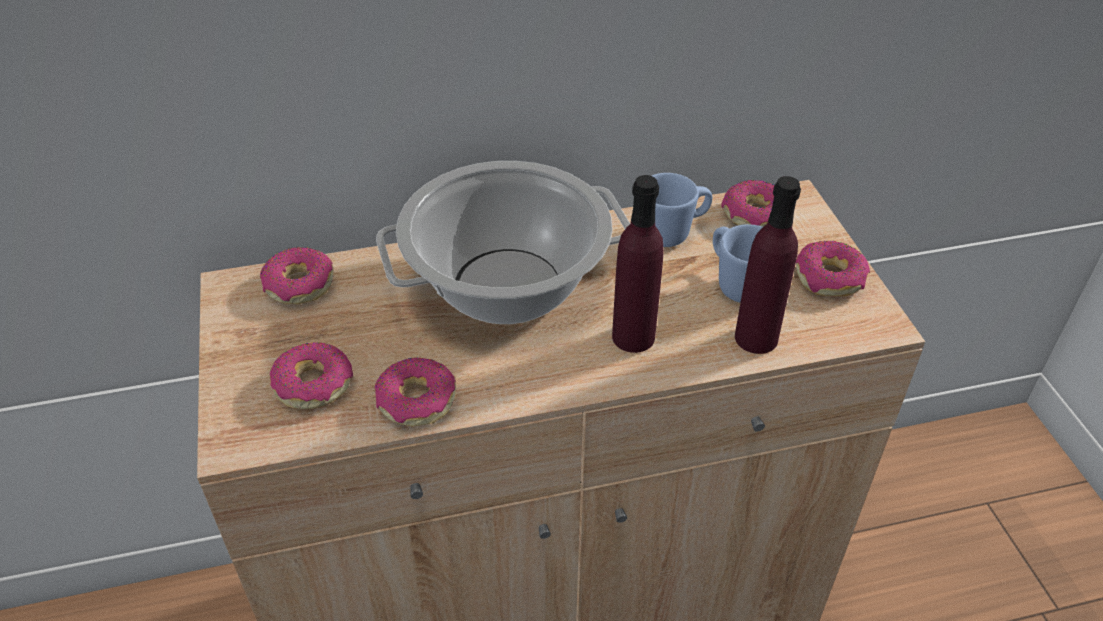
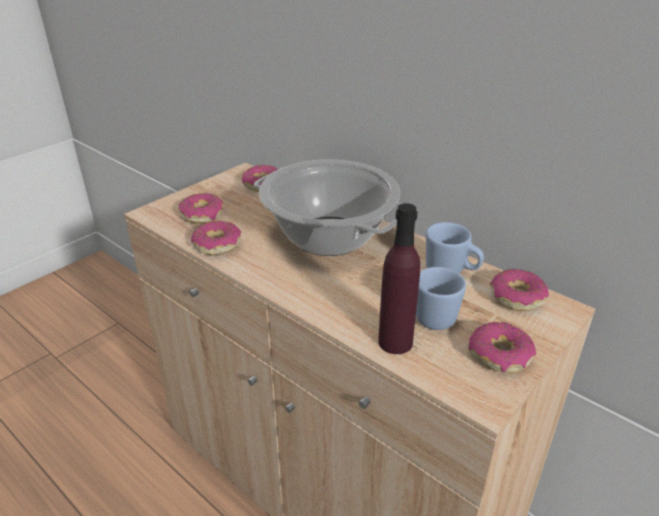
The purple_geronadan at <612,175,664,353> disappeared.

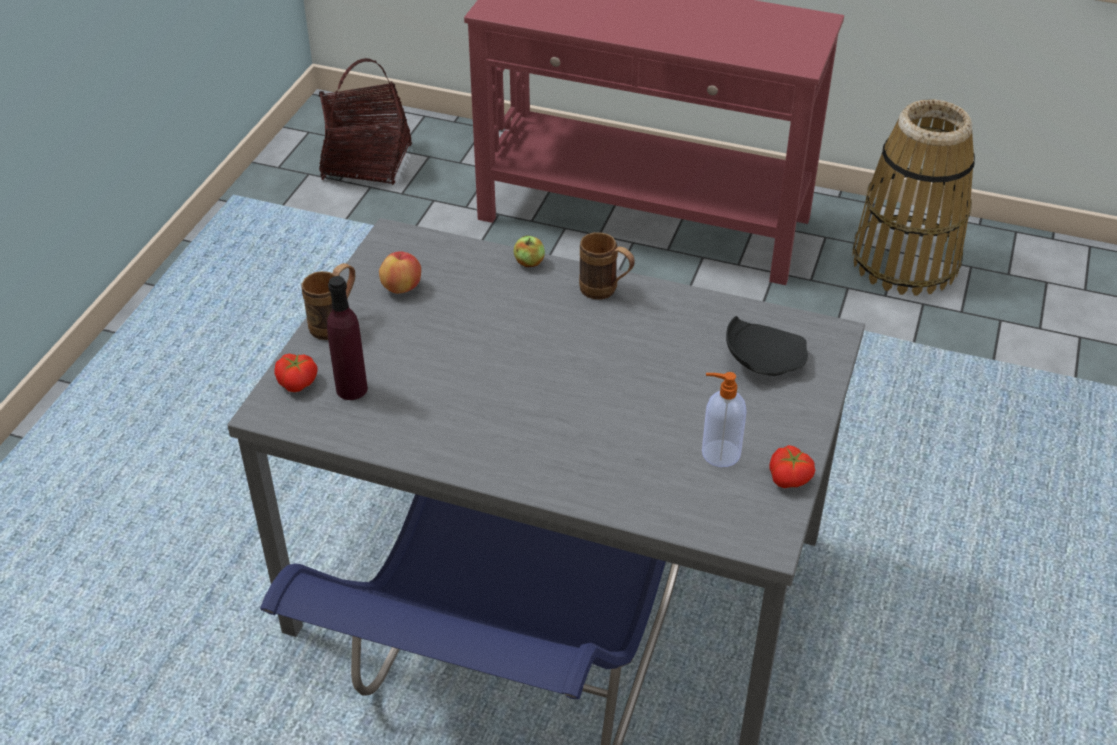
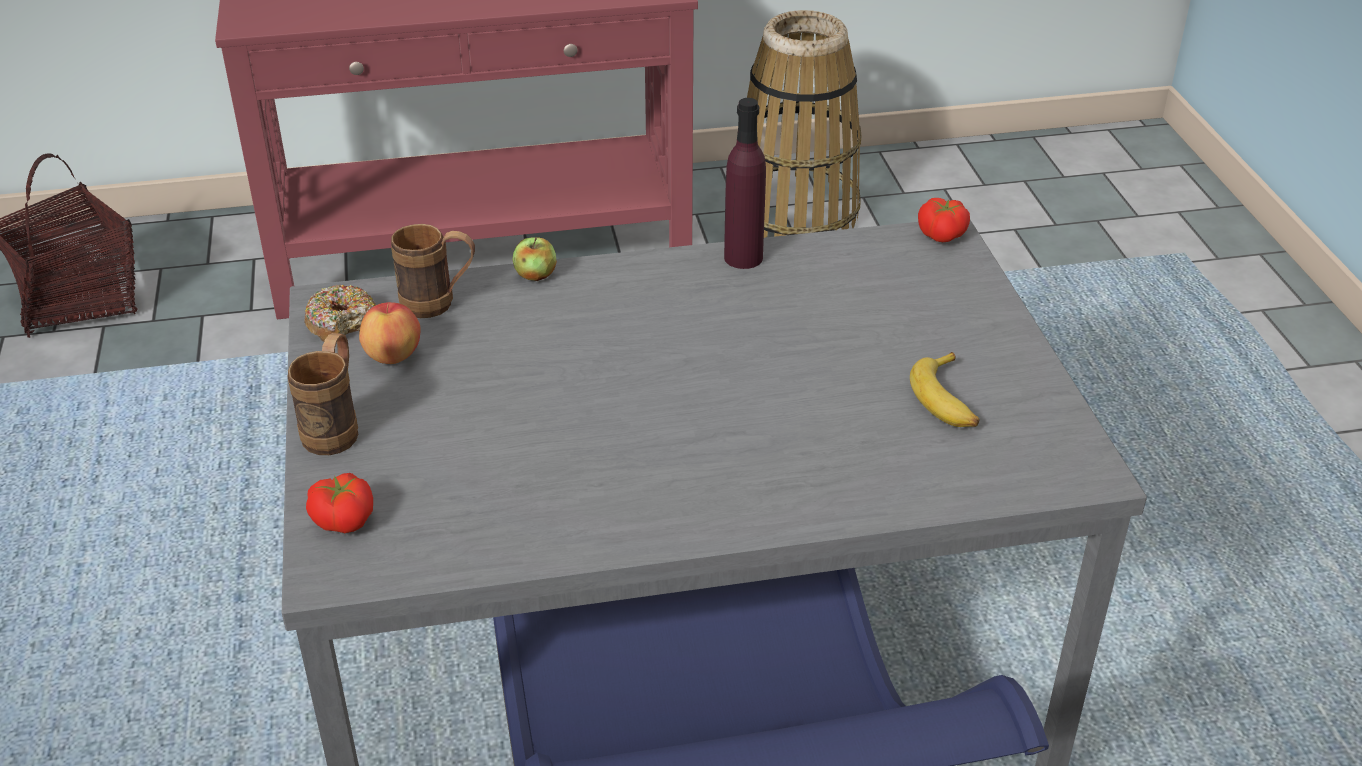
The purple_geronadan moved from <327,276,368,400> to <724,98,766,269>. The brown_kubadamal moved from <579,232,635,299> to <391,224,475,318>. The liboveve at <702,372,747,467> was replaced by the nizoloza at <910,352,979,427>. The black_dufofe at <726,316,808,376> disappeared. The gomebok moved from <769,445,815,488> to <918,198,970,242>. The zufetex at <304,285,376,342> appeared.

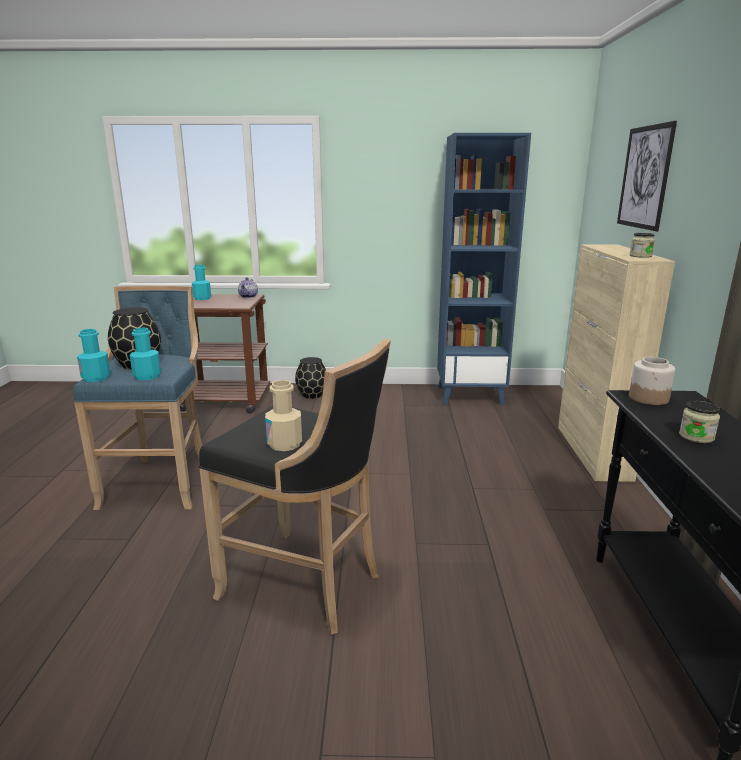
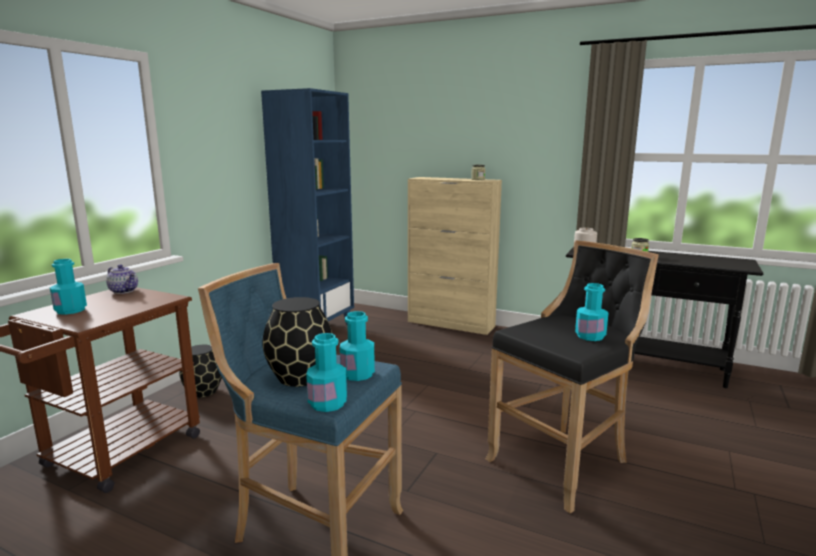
The beige_geronadan at <265,380,302,451> became the turquoise_geronadan at <575,283,609,341>. The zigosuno at <617,121,677,231> disappeared.

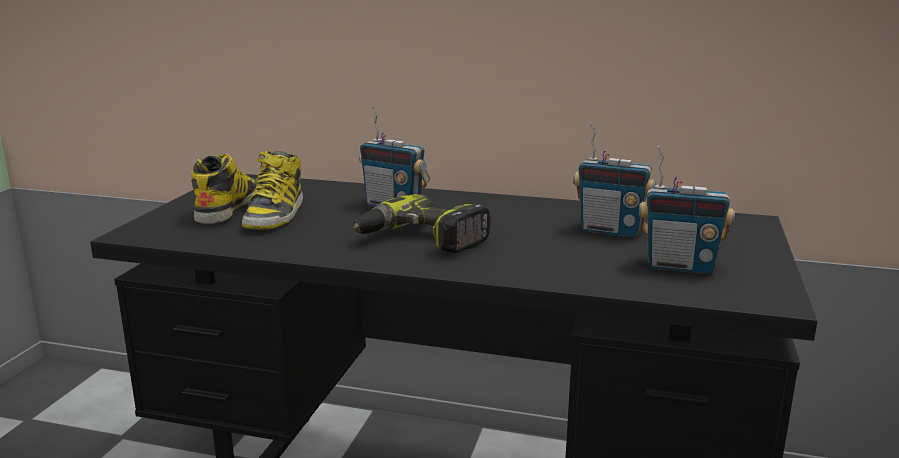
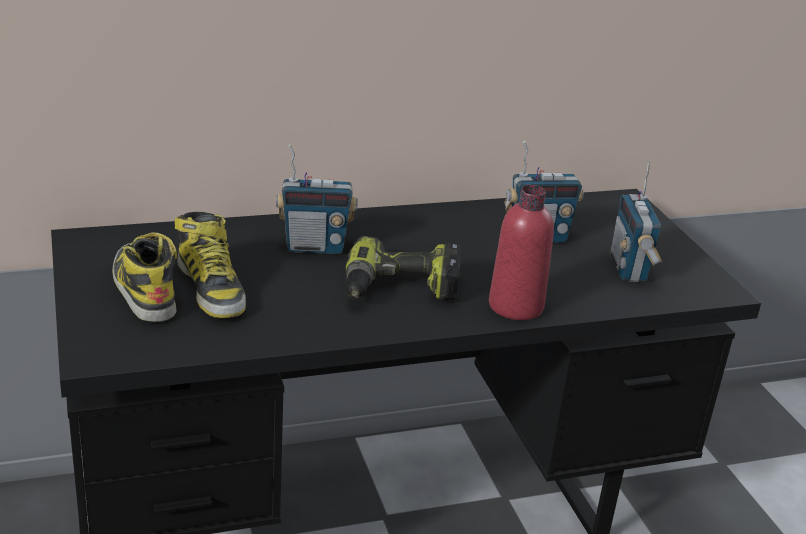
The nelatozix at <639,146,735,274> turned 105 degrees clockwise. The red_geronadan at <489,185,554,320> appeared.

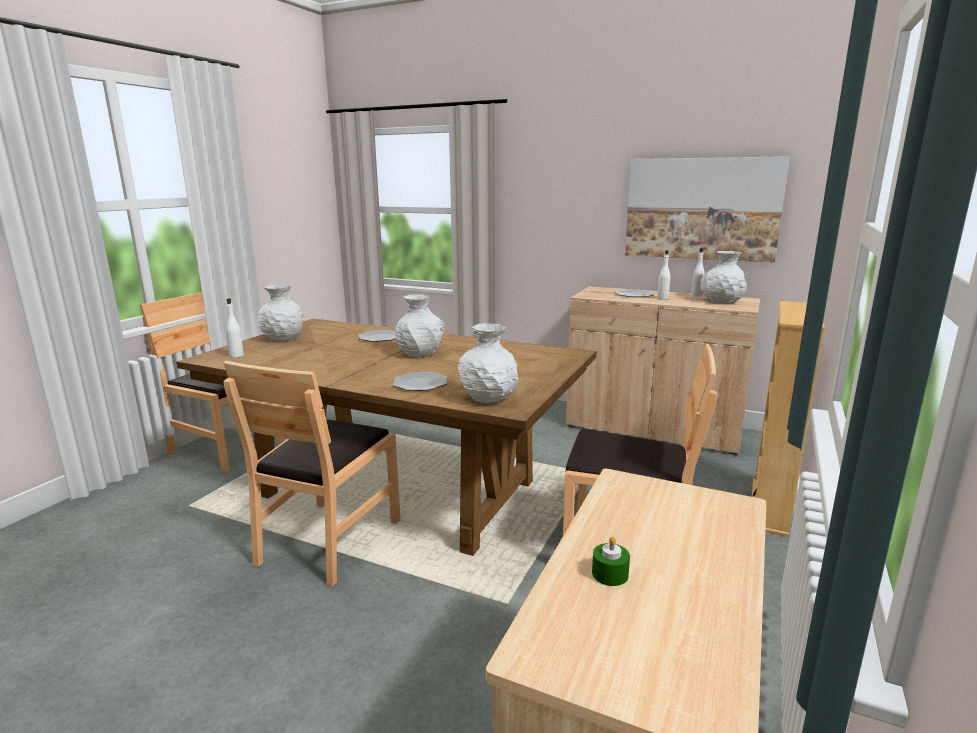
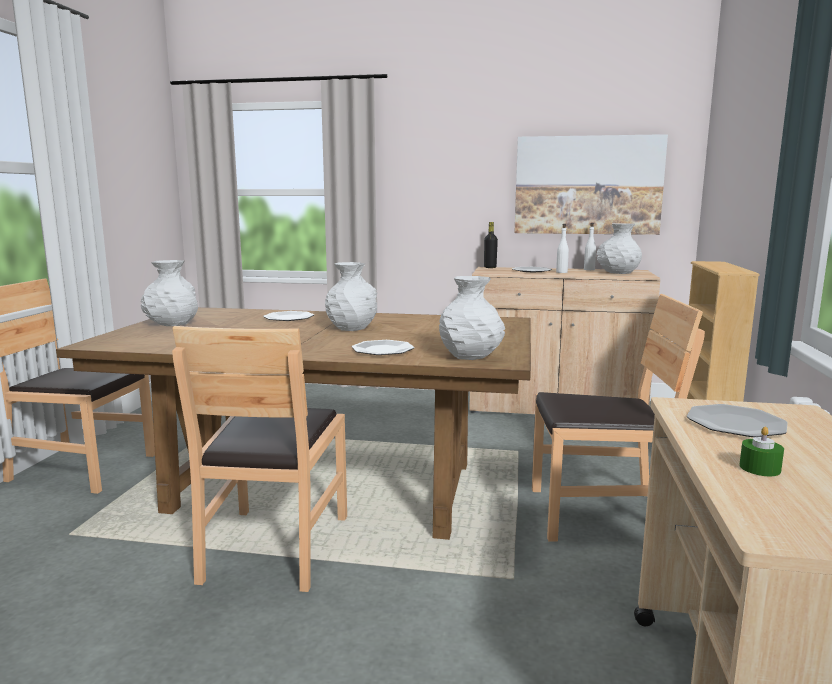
The white_geronadan at <226,298,244,358> disappeared. The black_geronadan at <484,222,498,268> appeared. The dufofe at <687,404,788,437> appeared.

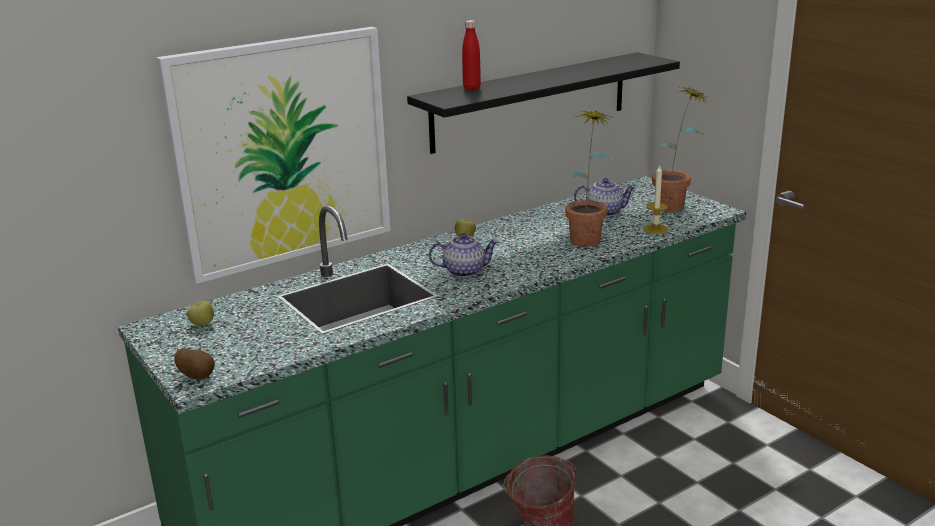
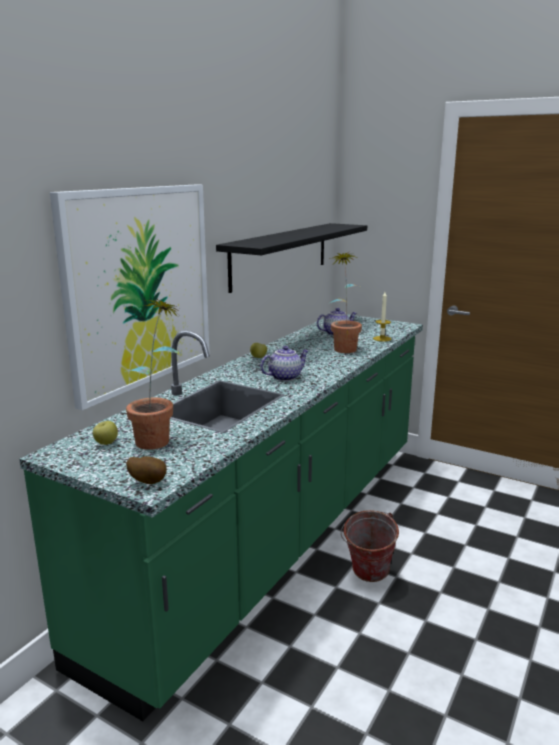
The red_geronadan at <462,20,481,90> disappeared. The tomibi moved from <652,87,709,212> to <126,299,182,450>.

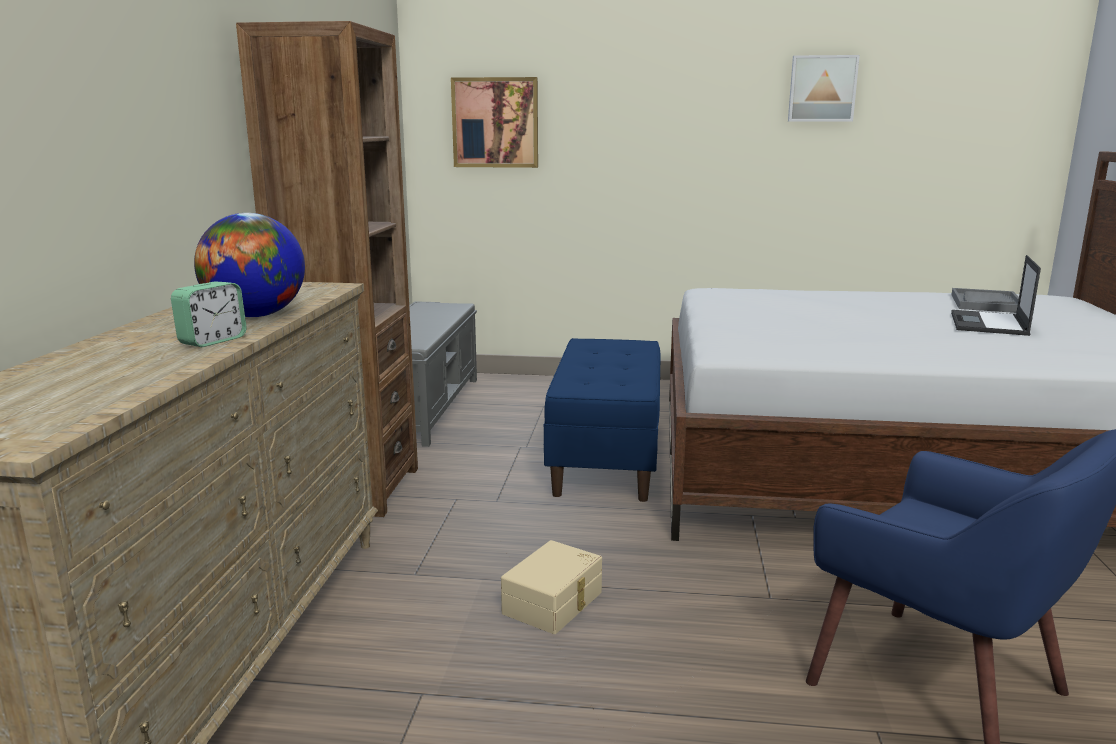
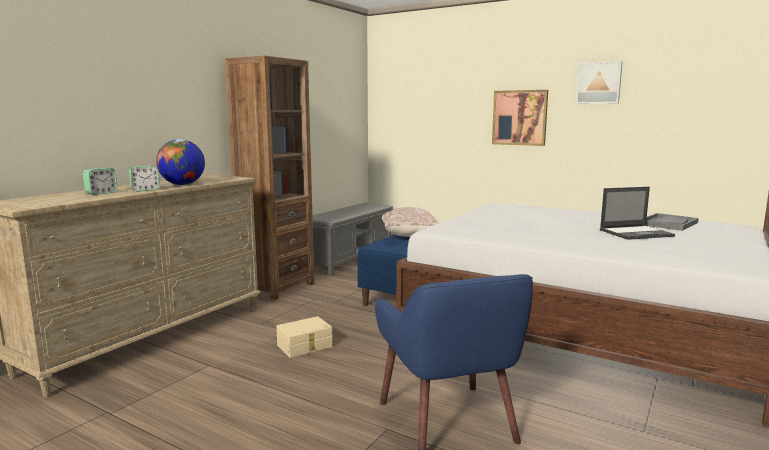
The zigosuno moved from <451,77,538,168> to <492,90,548,146>. The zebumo at <951,255,1041,336> turned 150 degrees counterclockwise. The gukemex at <83,168,117,195> appeared. The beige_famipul at <382,207,439,237> appeared.

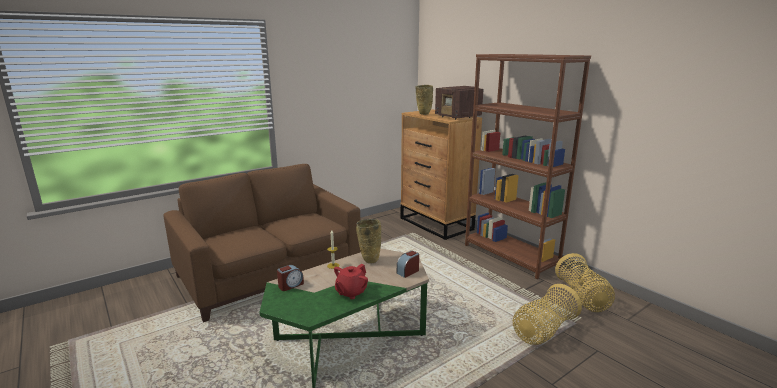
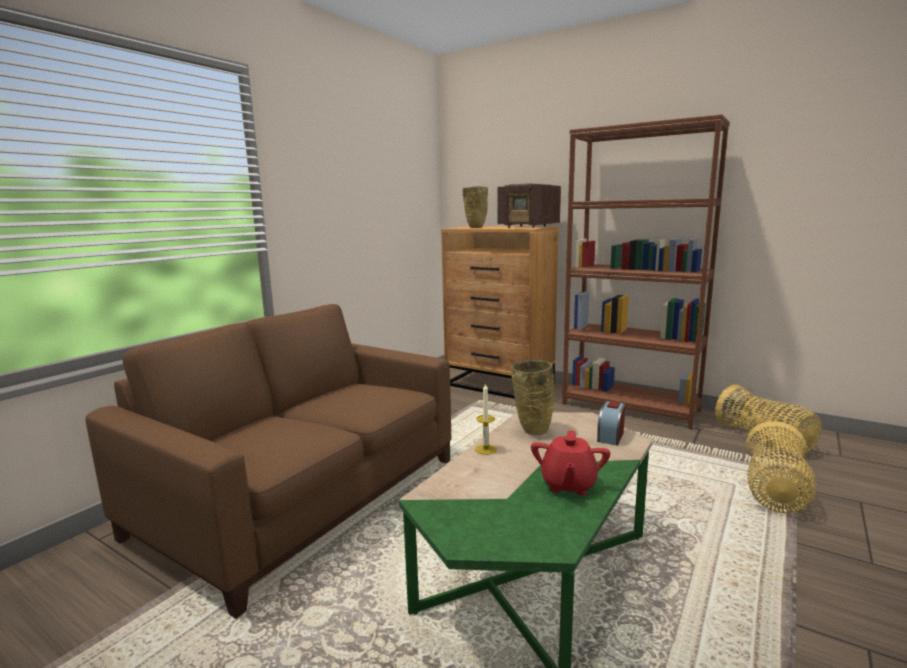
The gukemex at <277,265,304,291> disappeared.

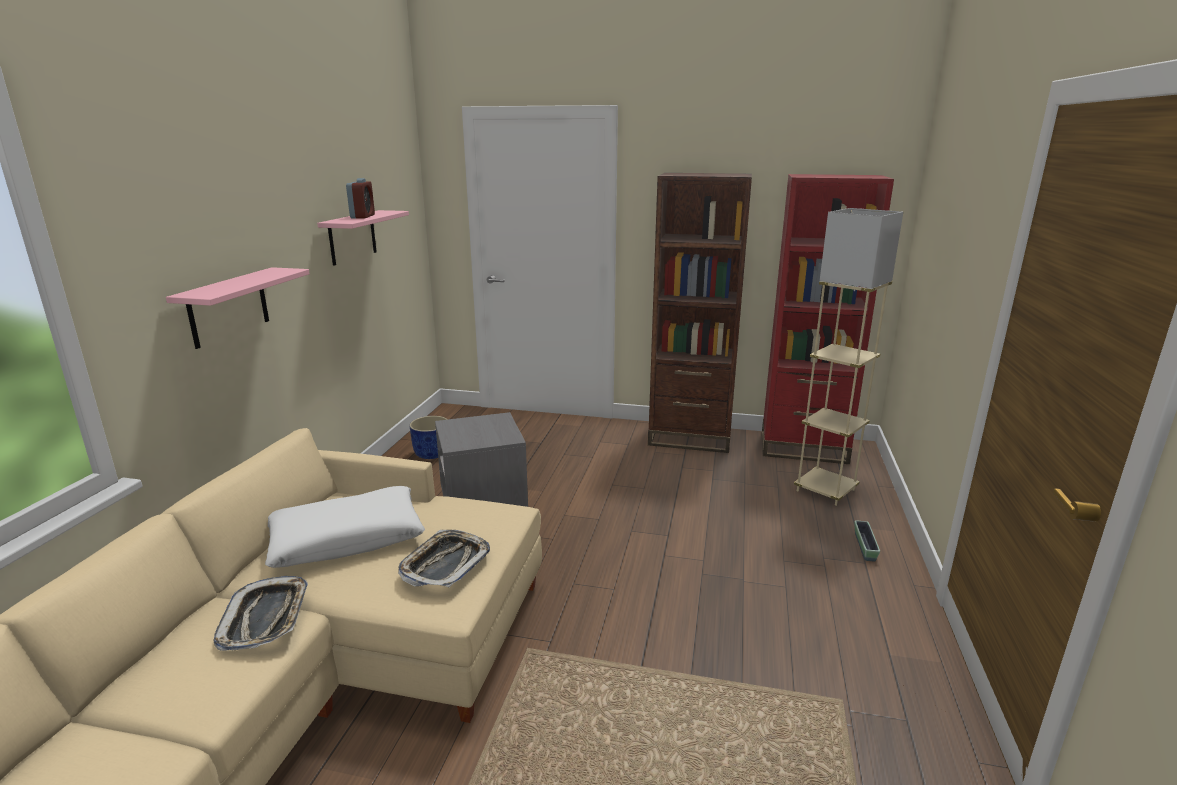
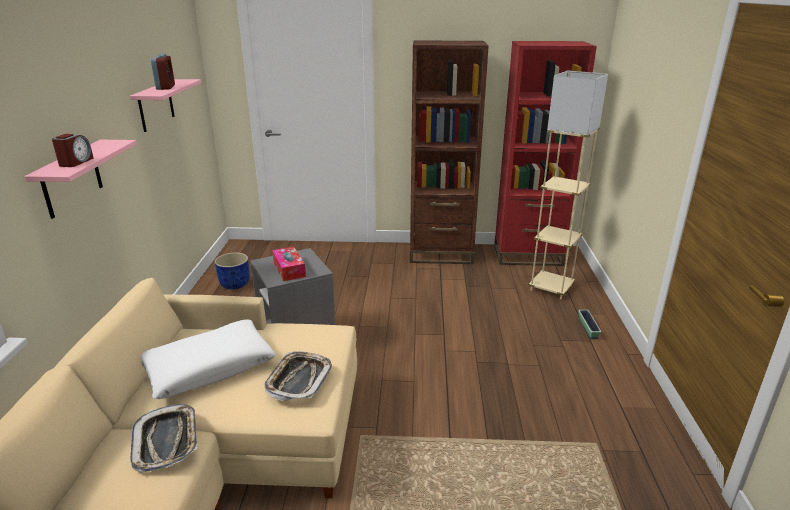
The gukemex at <52,134,94,167> appeared. The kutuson at <272,247,306,281> appeared.

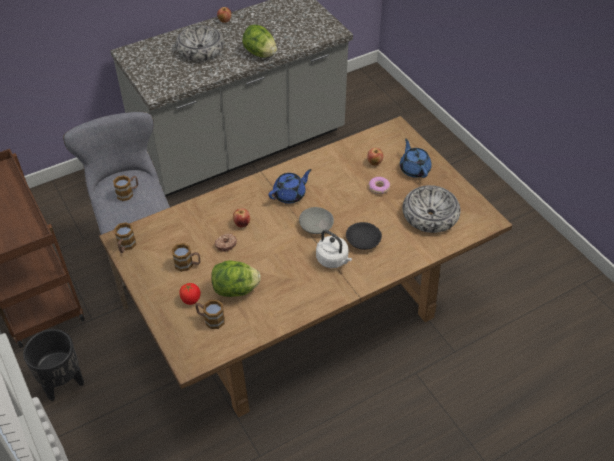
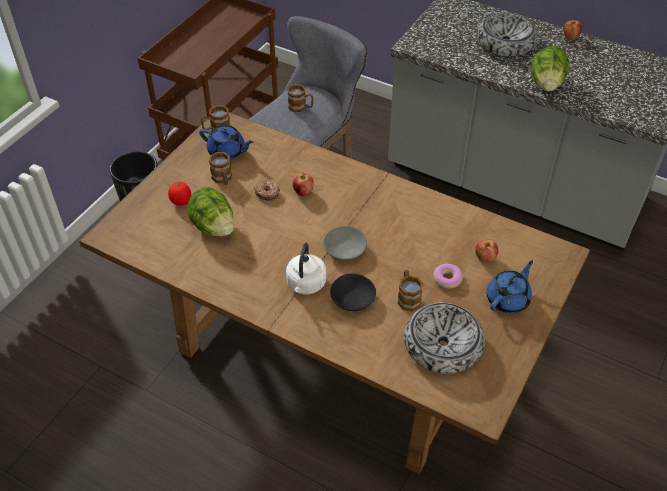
The kubadamal moved from <195,300,225,329> to <397,270,423,312>. The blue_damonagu moved from <269,169,312,203> to <199,125,254,160>.

